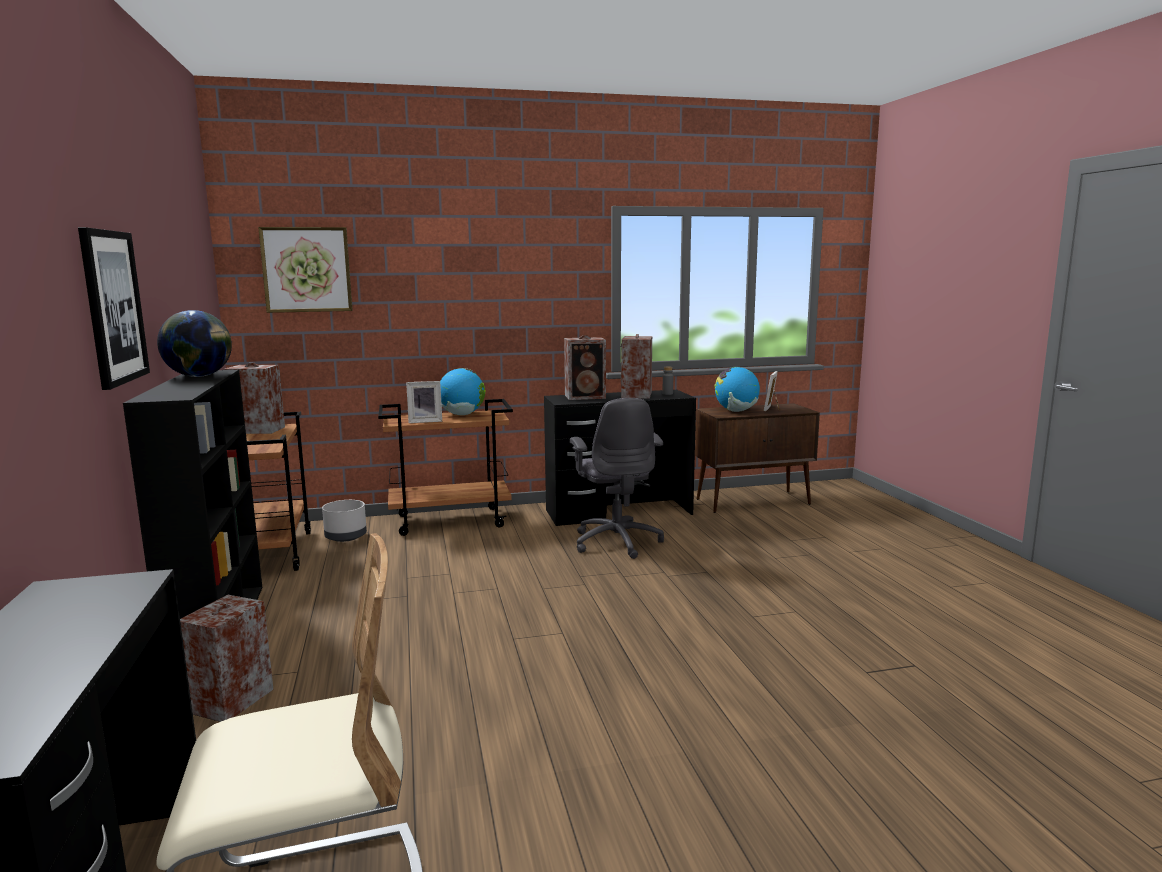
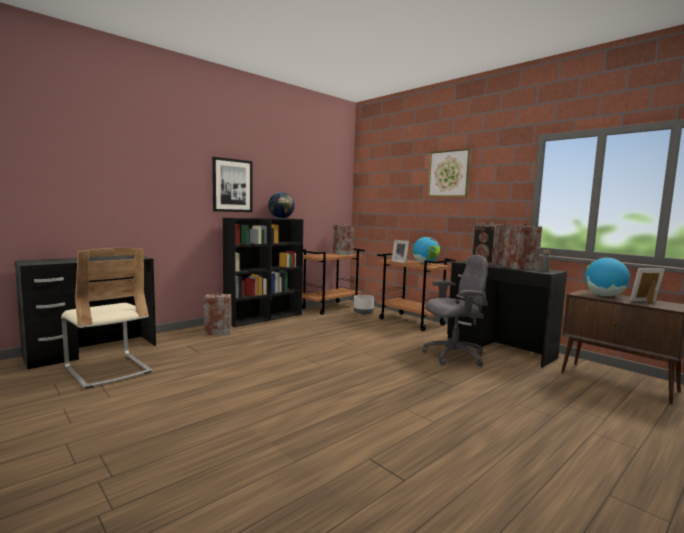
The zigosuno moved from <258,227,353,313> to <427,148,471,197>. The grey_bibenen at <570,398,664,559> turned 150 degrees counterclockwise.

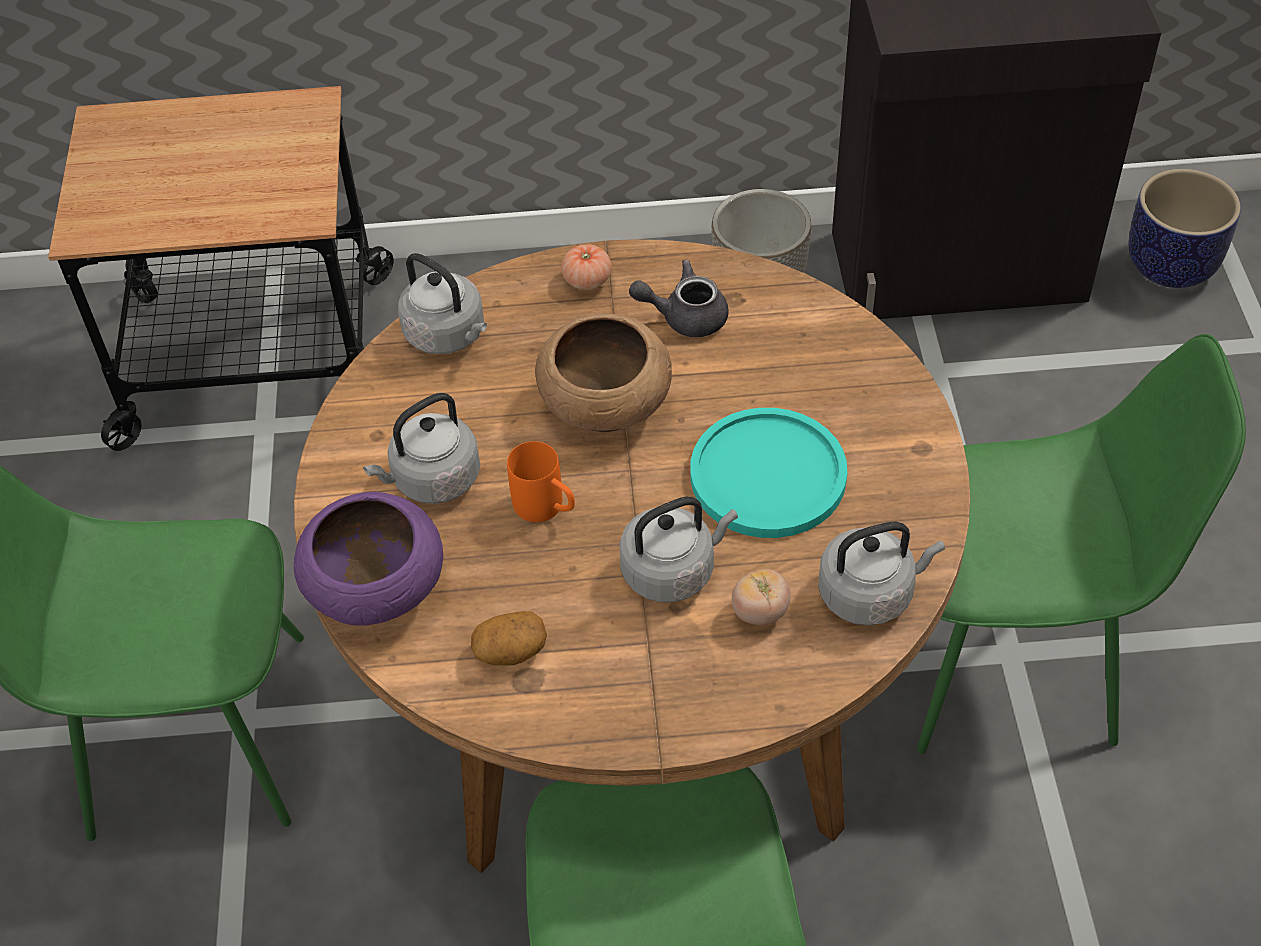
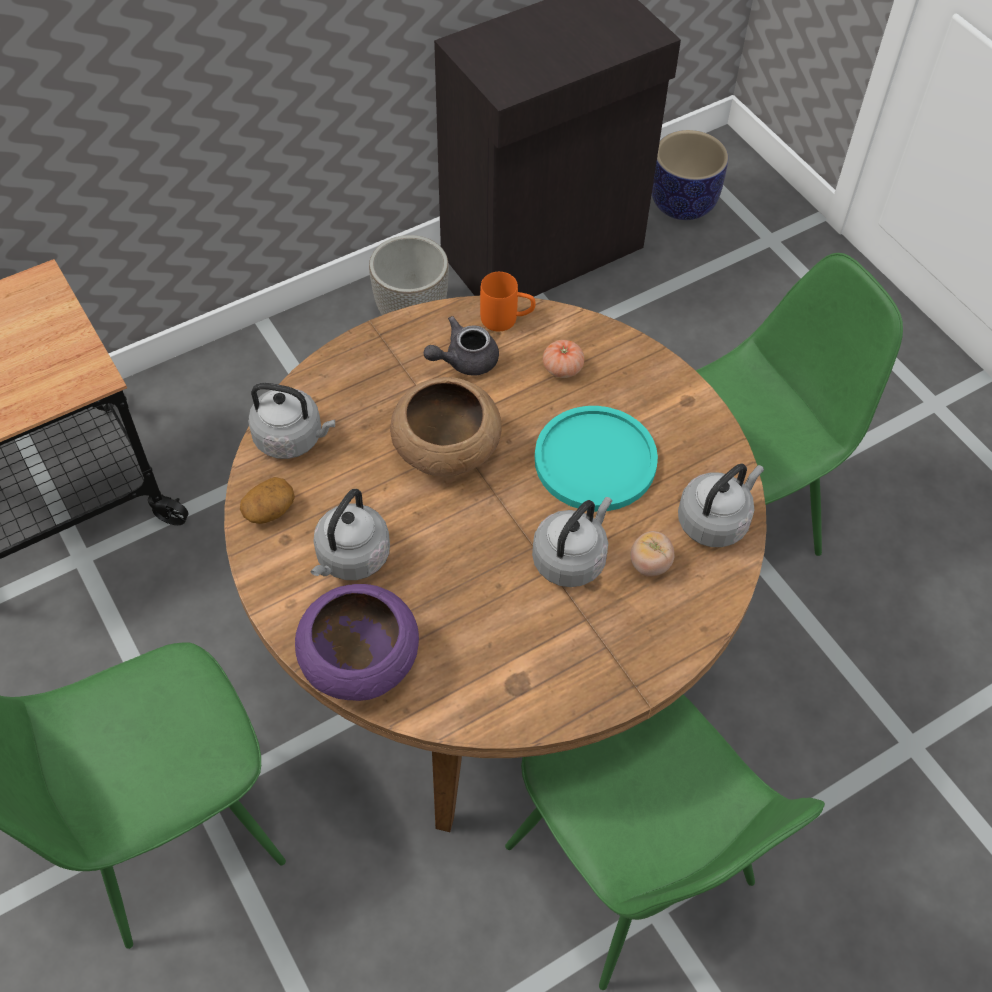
The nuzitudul moved from <471,611,547,665> to <240,477,295,524>. The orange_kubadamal moved from <507,441,575,522> to <480,272,535,331>. The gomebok moved from <561,244,612,290> to <543,340,584,378>.

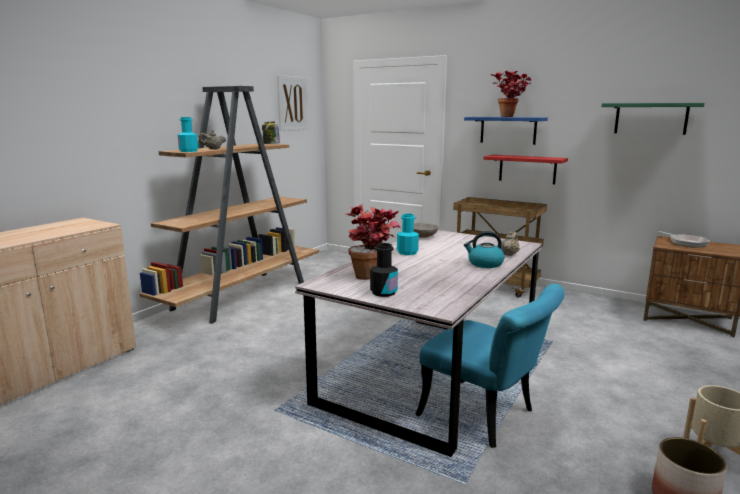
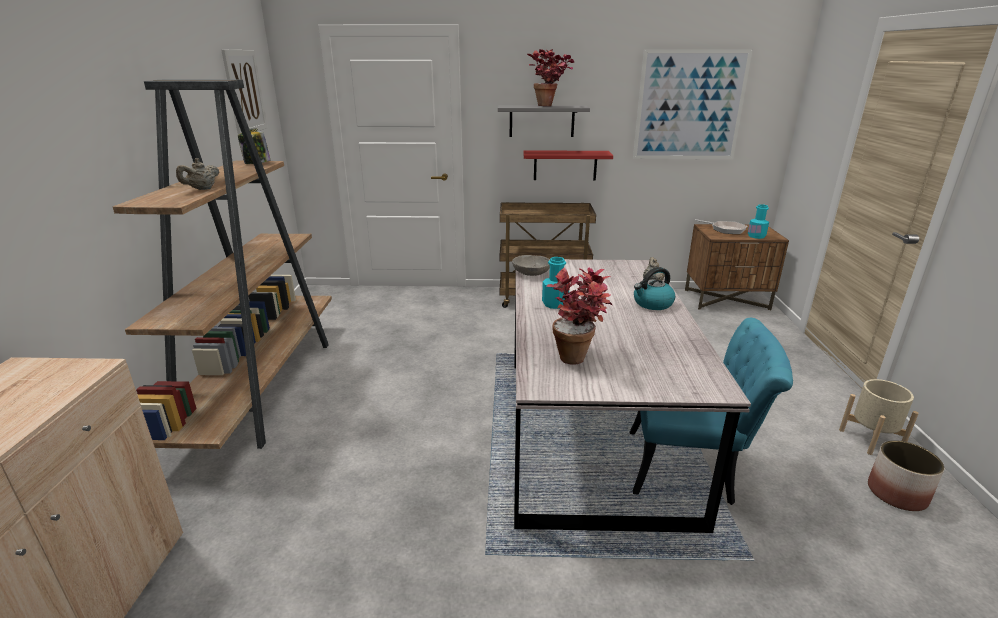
The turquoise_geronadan moved from <178,117,198,152> to <748,204,769,239>. The black_geronadan at <370,243,398,297> disappeared. The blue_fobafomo at <464,117,548,145> became the grey_fobafomo at <498,105,590,137>. The green_fobafomo at <602,103,705,135> was replaced by the zigosuno at <633,49,753,159>.

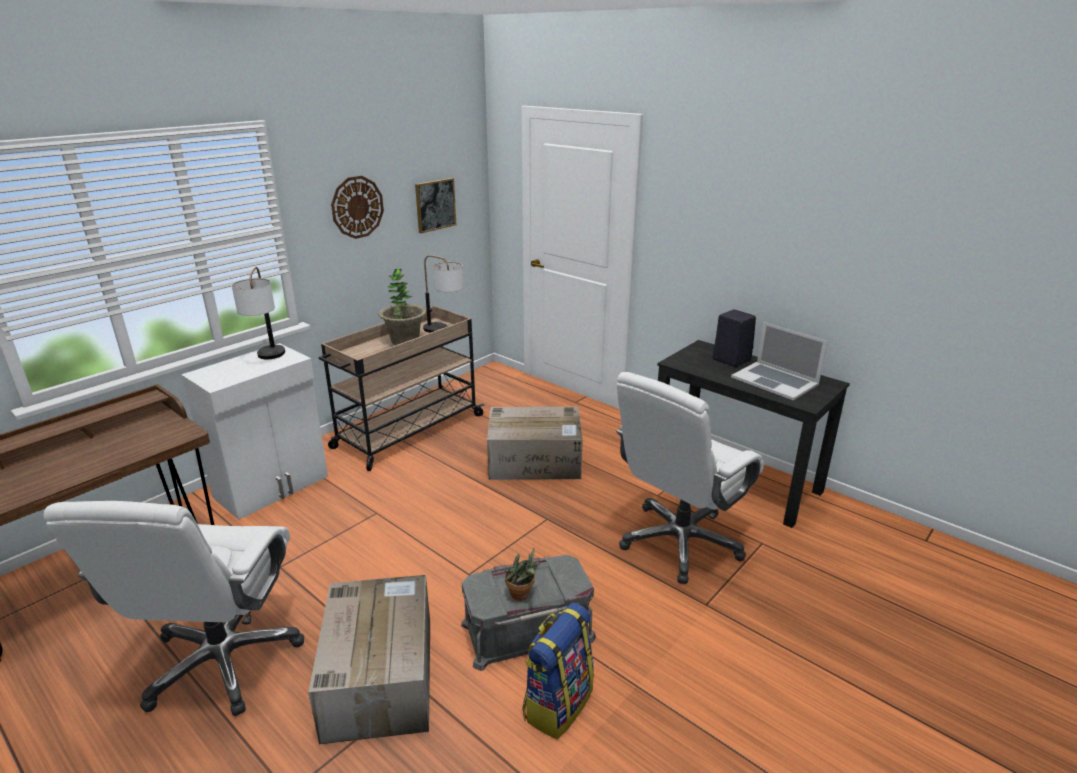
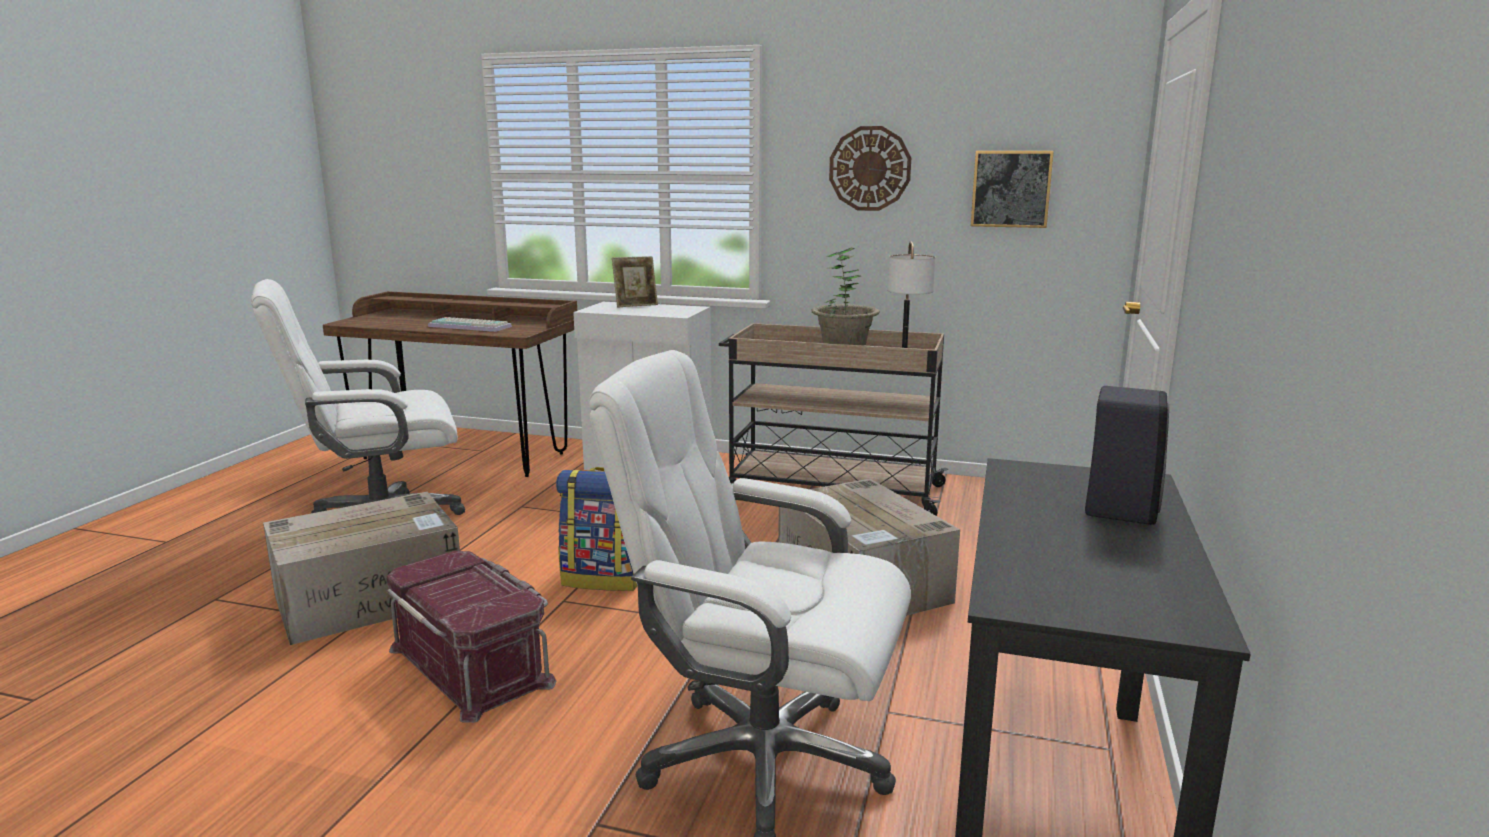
The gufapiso at <232,266,285,359> disappeared. The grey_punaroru at <461,555,596,671> became the red_punaroru at <387,551,557,723>. The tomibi at <504,548,540,601> disappeared. The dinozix moved from <522,603,594,739> to <556,467,637,591>. The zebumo at <731,322,828,400> disappeared. The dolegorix at <428,317,512,332> appeared. The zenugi at <612,256,658,308> appeared.

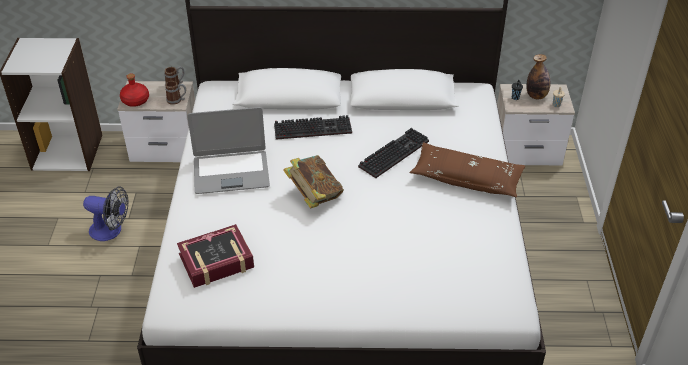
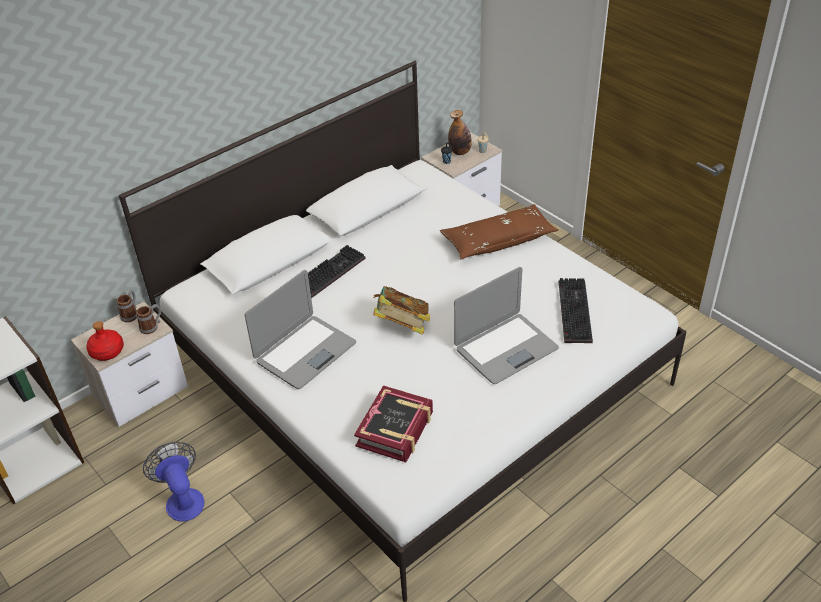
The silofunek at <83,187,128,241> turned 90 degrees counterclockwise. The dolegorix moved from <358,128,429,178> to <559,278,593,343>. The zebumo at <454,267,559,384> appeared.

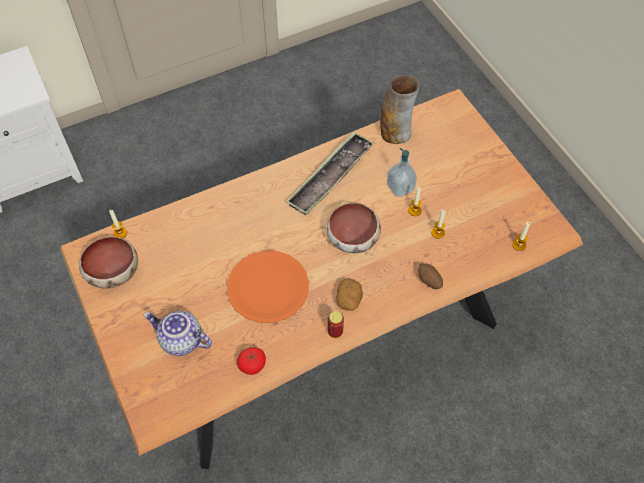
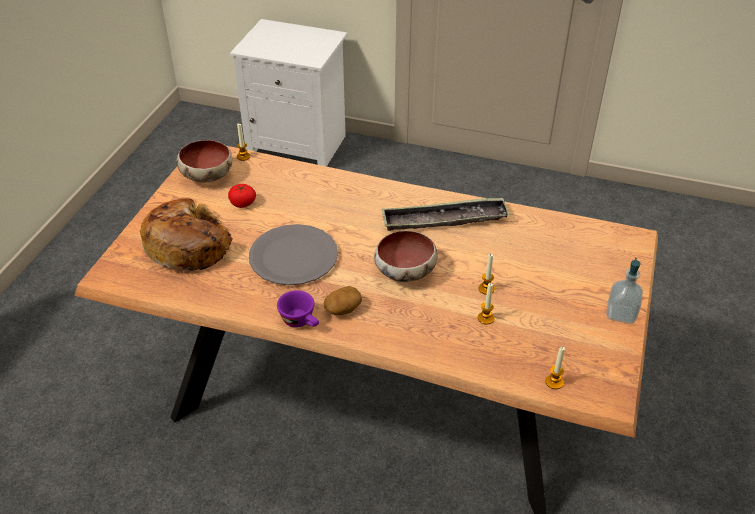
The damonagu at <144,311,212,356> was replaced by the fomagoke at <140,198,233,273>. The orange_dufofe at <227,251,309,323> became the grey_dufofe at <249,224,338,285>. The gomebok moved from <237,347,266,375> to <228,184,256,208>. The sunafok at <328,311,344,338> was replaced by the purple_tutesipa at <277,290,319,328>. The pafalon at <380,75,419,144> disappeared. The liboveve moved from <387,148,417,197> to <606,258,643,324>. The nuzitudul at <418,263,443,289> disappeared.

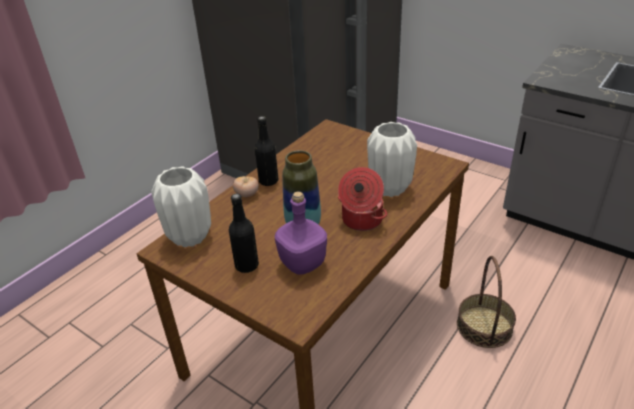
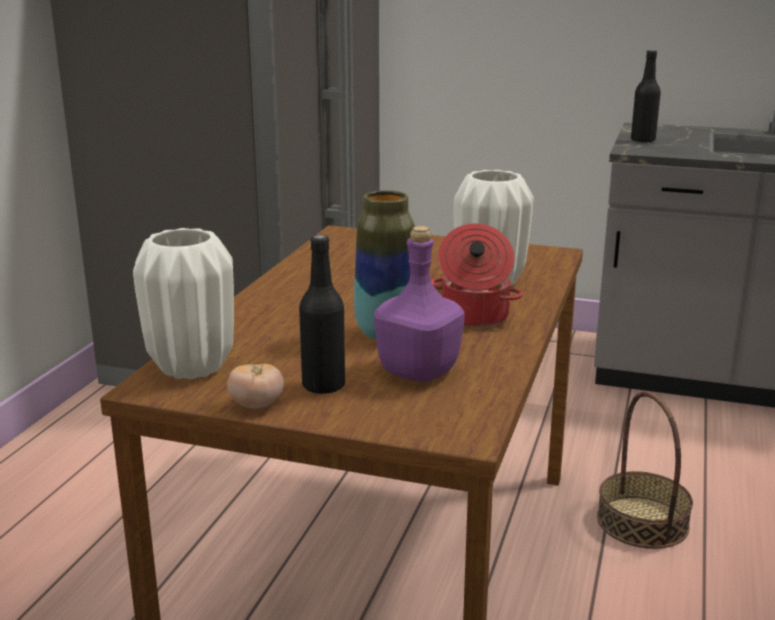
The gomebok moved from <233,176,259,197> to <227,363,284,408>. The black_geronadan moved from <255,116,278,186> to <631,50,661,142>.

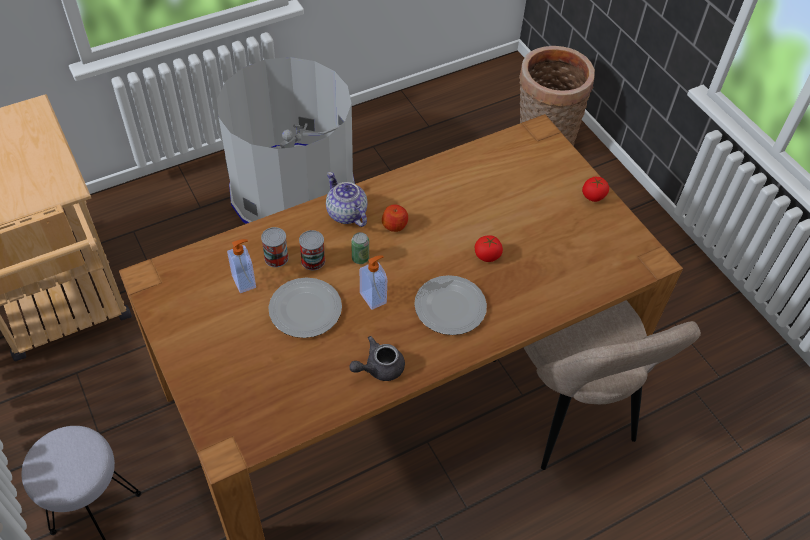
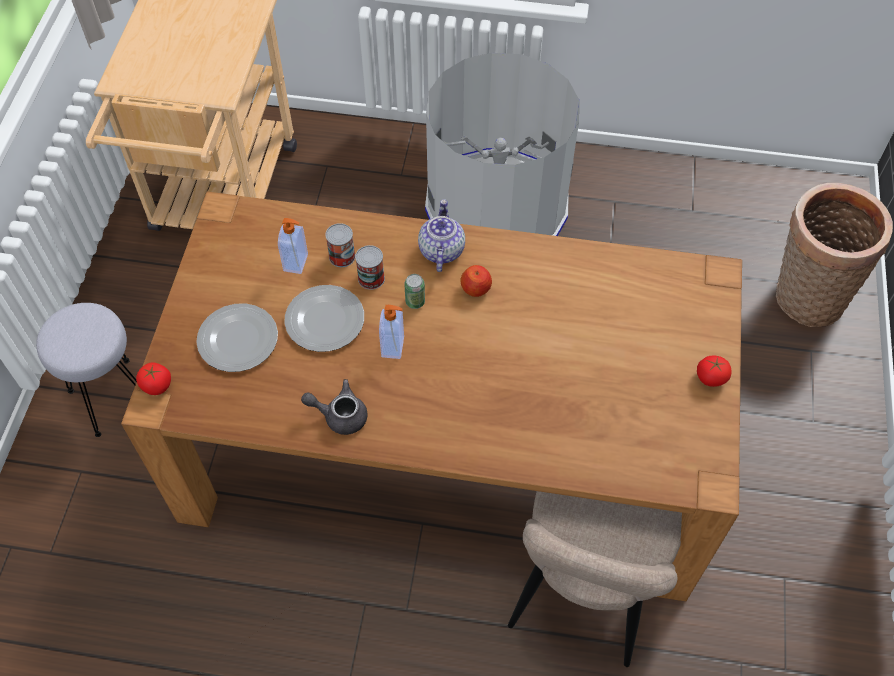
The dufofe moved from <414,275,487,335> to <196,303,278,372>. The gomebok moved from <475,235,503,262> to <136,362,171,395>.

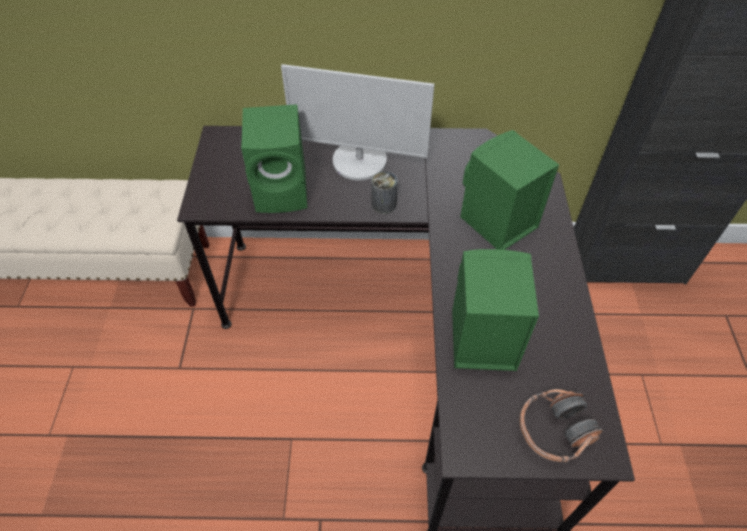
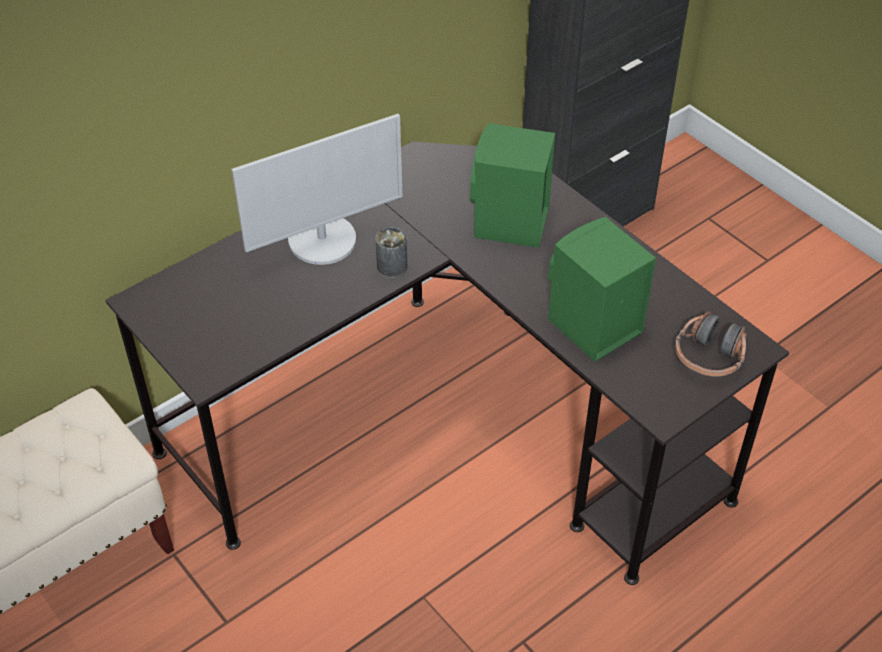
The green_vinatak at <241,104,307,213> disappeared.

